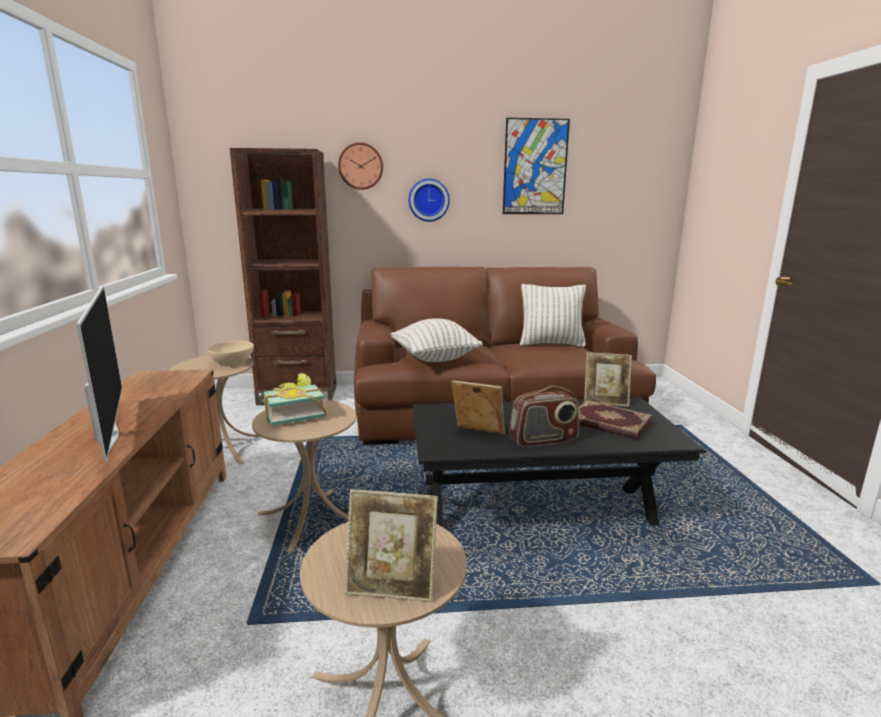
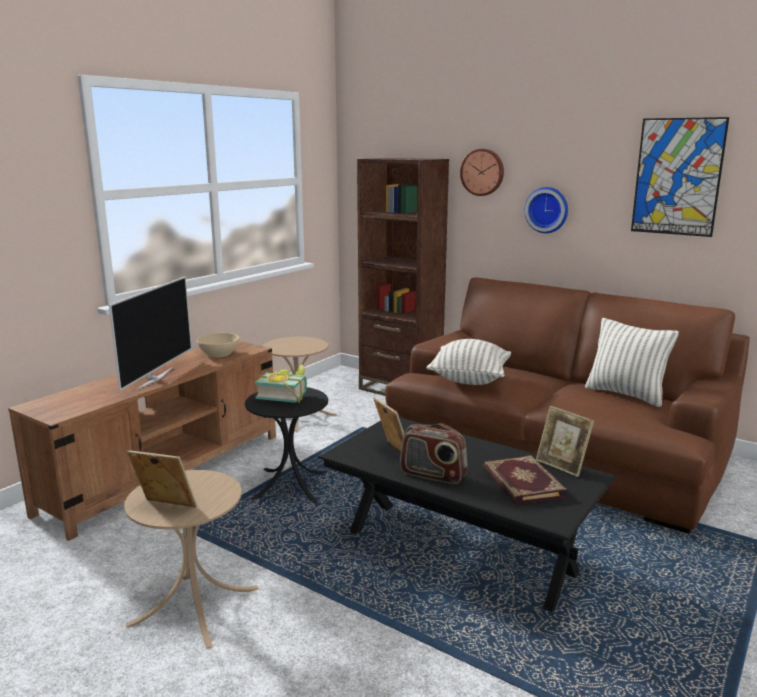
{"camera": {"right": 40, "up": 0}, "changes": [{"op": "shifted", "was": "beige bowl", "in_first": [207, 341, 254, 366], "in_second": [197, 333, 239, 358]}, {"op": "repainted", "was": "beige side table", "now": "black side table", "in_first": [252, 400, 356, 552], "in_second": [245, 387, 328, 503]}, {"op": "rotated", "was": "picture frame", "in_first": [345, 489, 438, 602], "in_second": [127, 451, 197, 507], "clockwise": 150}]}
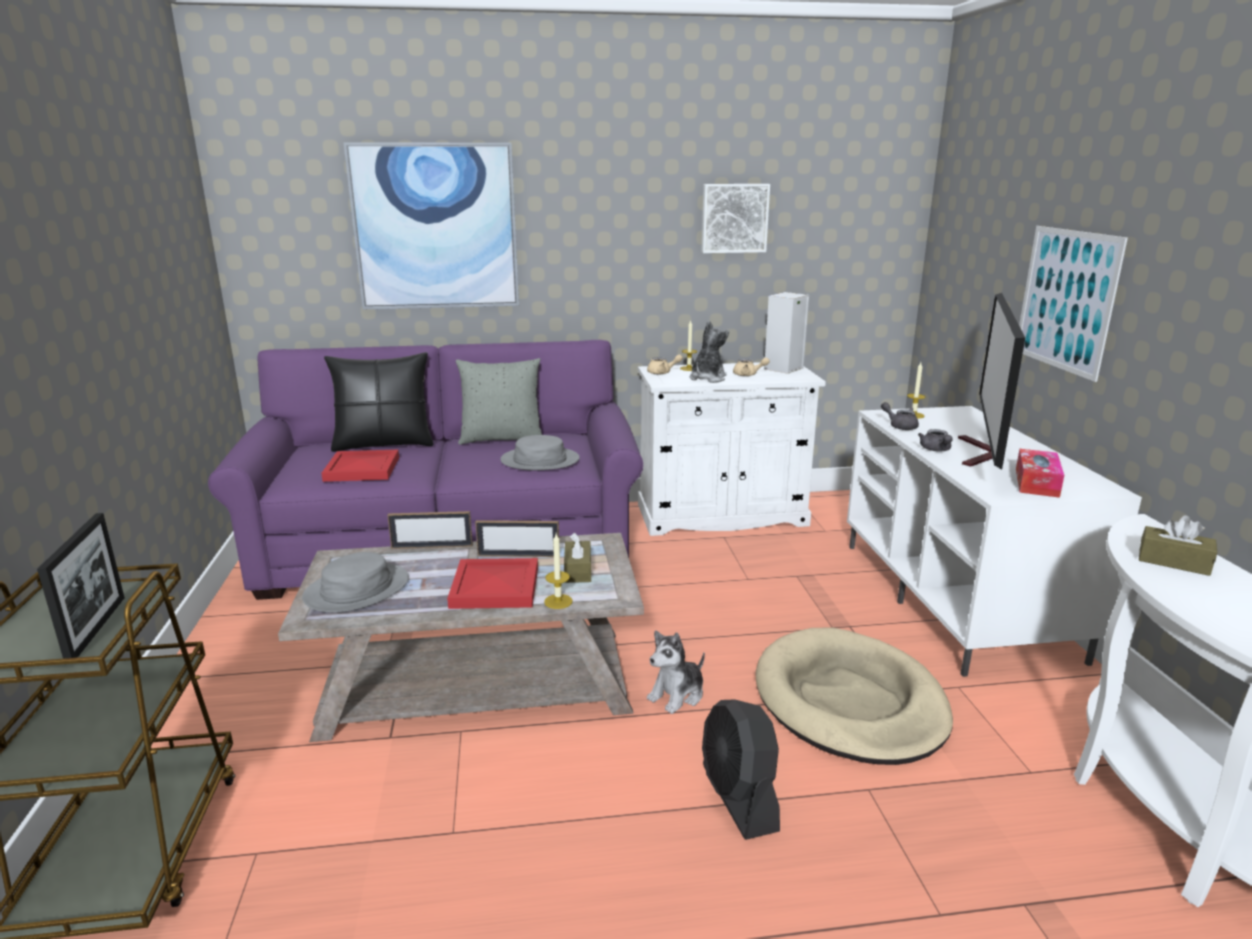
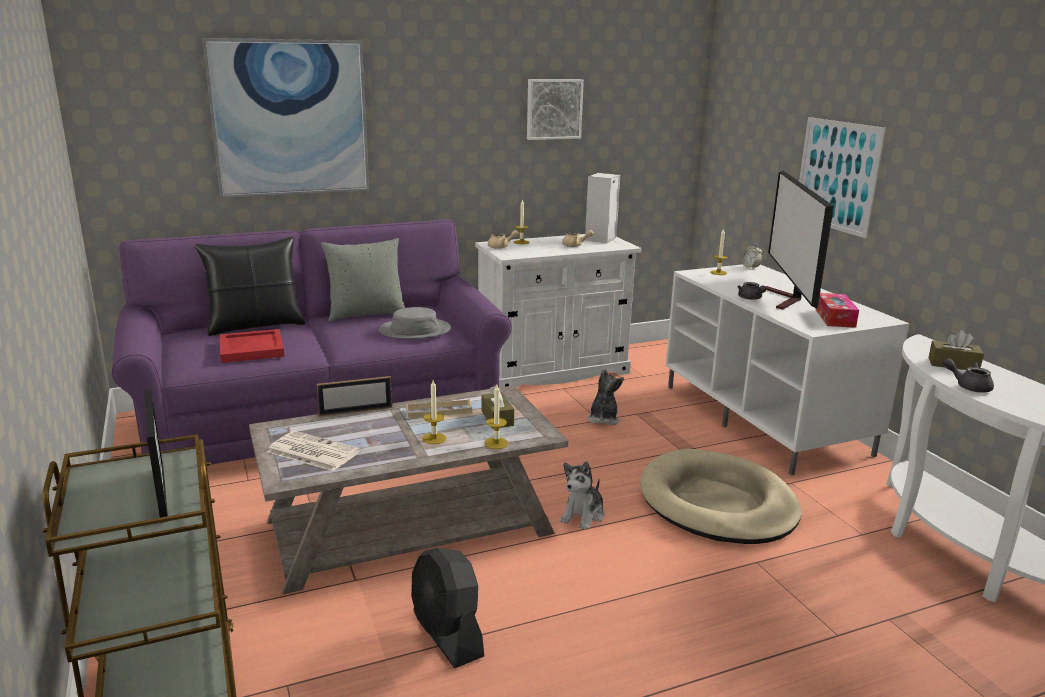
{"camera": {"right": -15, "up": 0}, "changes": [{"op": "new", "now": "alarm clock", "in_second": [742, 243, 762, 268]}, {"op": "shifted", "was": "plush toy", "in_first": [690, 321, 729, 383], "in_second": [587, 369, 624, 426]}, {"op": "shifted", "was": "black fan", "in_first": [702, 699, 780, 840], "in_second": [411, 548, 484, 668]}, {"op": "shifted", "was": "grey teapot", "in_first": [881, 402, 919, 430], "in_second": [943, 358, 994, 393]}, {"op": "swapped", "was": "grey hat", "now": "newspaper", "in_first": [302, 552, 409, 613], "in_second": [267, 431, 361, 471]}, {"op": "swapped", "was": "red tray", "now": "candle", "in_first": [447, 558, 538, 609], "in_second": [422, 380, 446, 444]}, {"op": "swapped", "was": "picture frame", "now": "beige tray", "in_first": [475, 520, 559, 557], "in_second": [406, 399, 472, 418]}]}
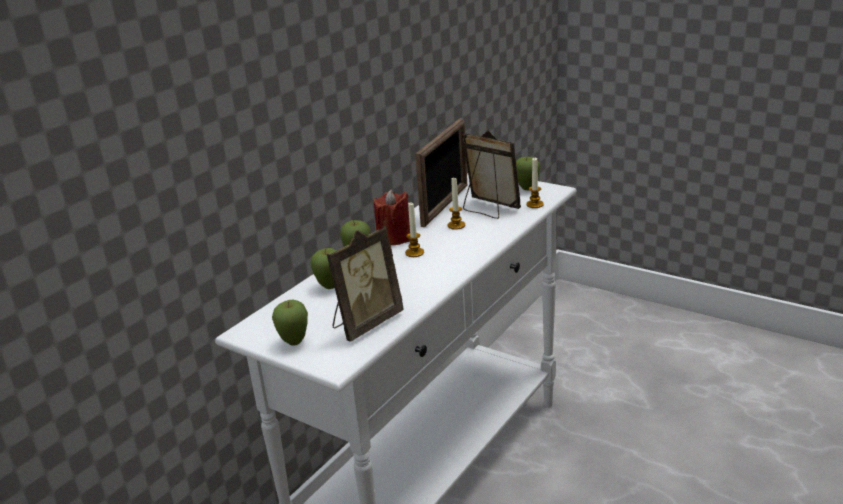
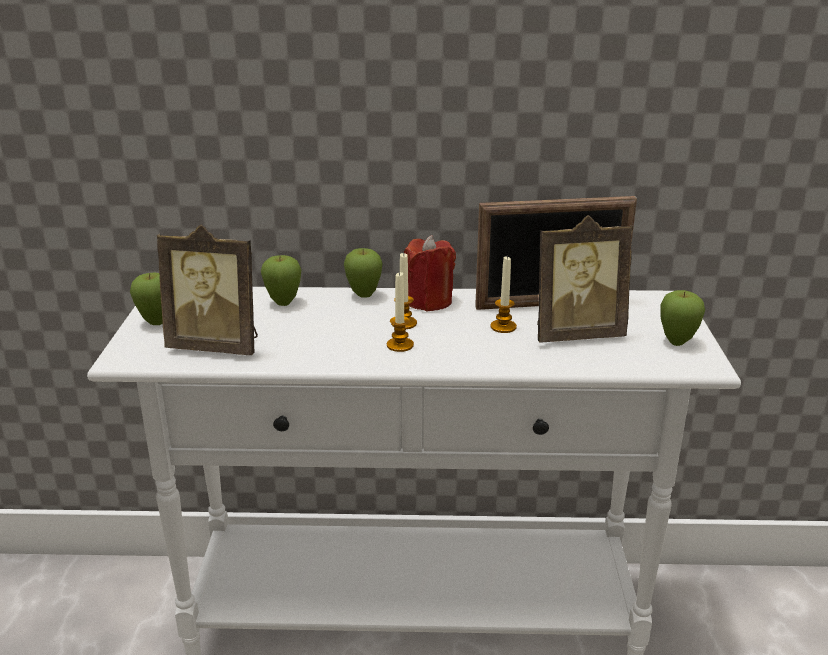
{"camera": {"right": 55, "up": 0}, "changes": [{"op": "shifted", "was": "candle", "in_first": [526, 158, 544, 208], "in_second": [387, 271, 414, 352]}, {"op": "rotated", "was": "picture frame", "in_first": [463, 131, 521, 219], "in_second": [537, 215, 633, 342], "clockwise": 75}]}
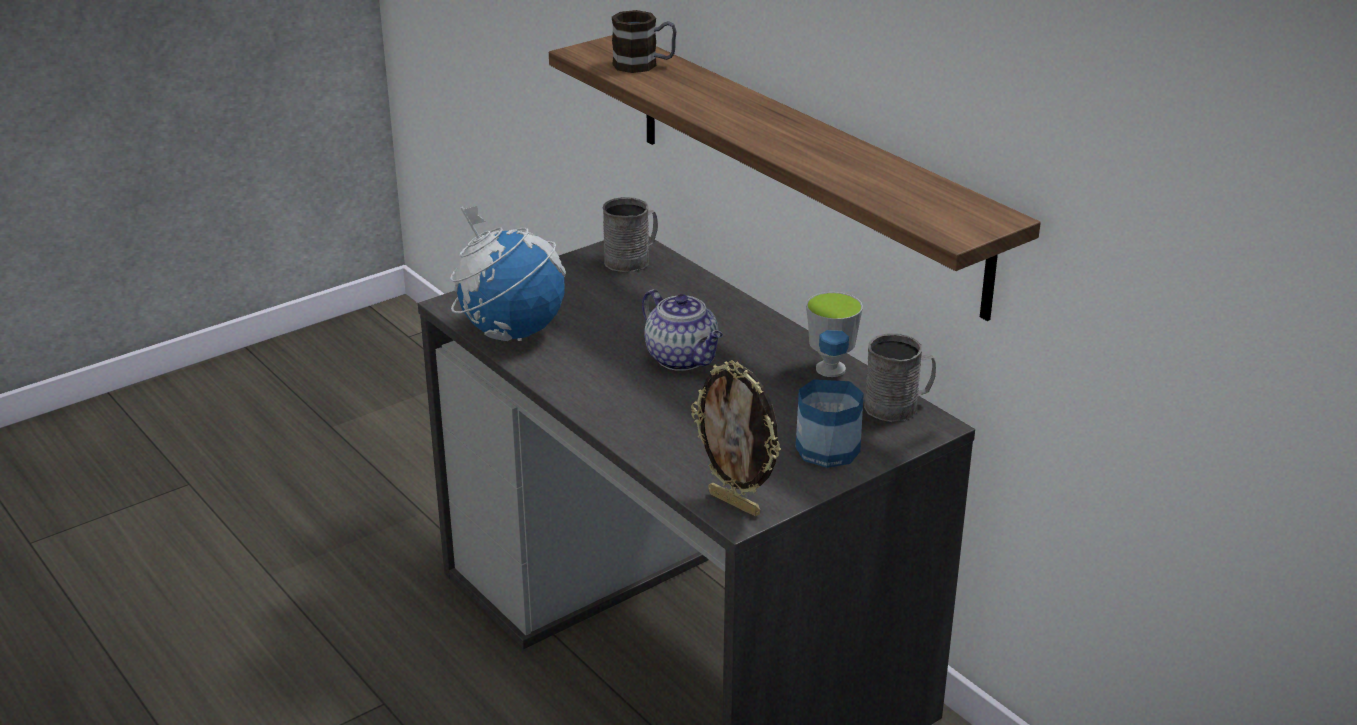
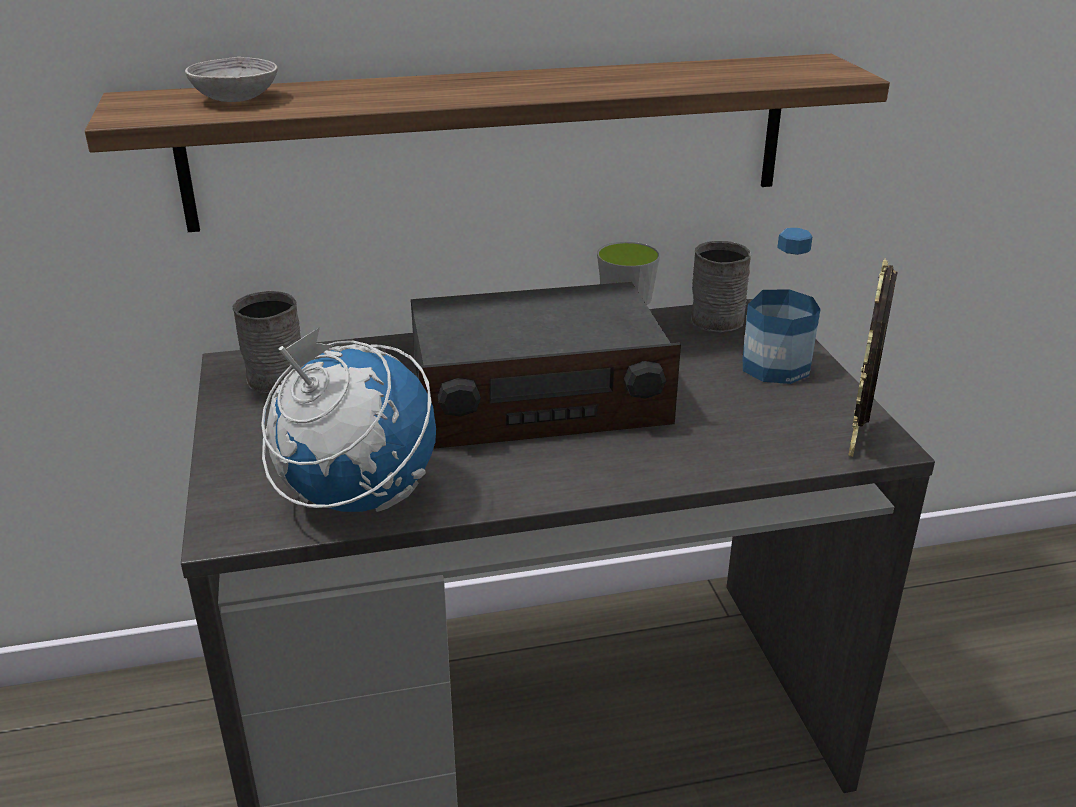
{"camera": {"right": -65, "up": 0}, "changes": [{"op": "swapped", "was": "mug", "now": "grey bowl", "in_first": [612, 10, 677, 73], "in_second": [185, 57, 278, 102]}, {"op": "swapped", "was": "teapot", "now": "radio", "in_first": [642, 289, 723, 371], "in_second": [411, 282, 681, 449]}, {"op": "rotated", "was": "picture frame", "in_first": [691, 360, 781, 516], "in_second": [848, 259, 898, 457], "clockwise": 135}]}
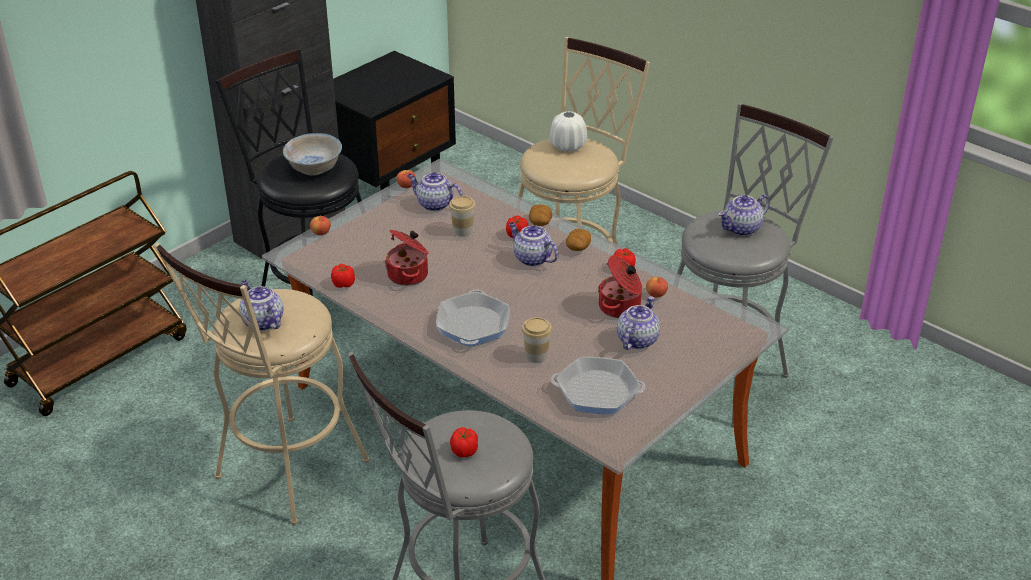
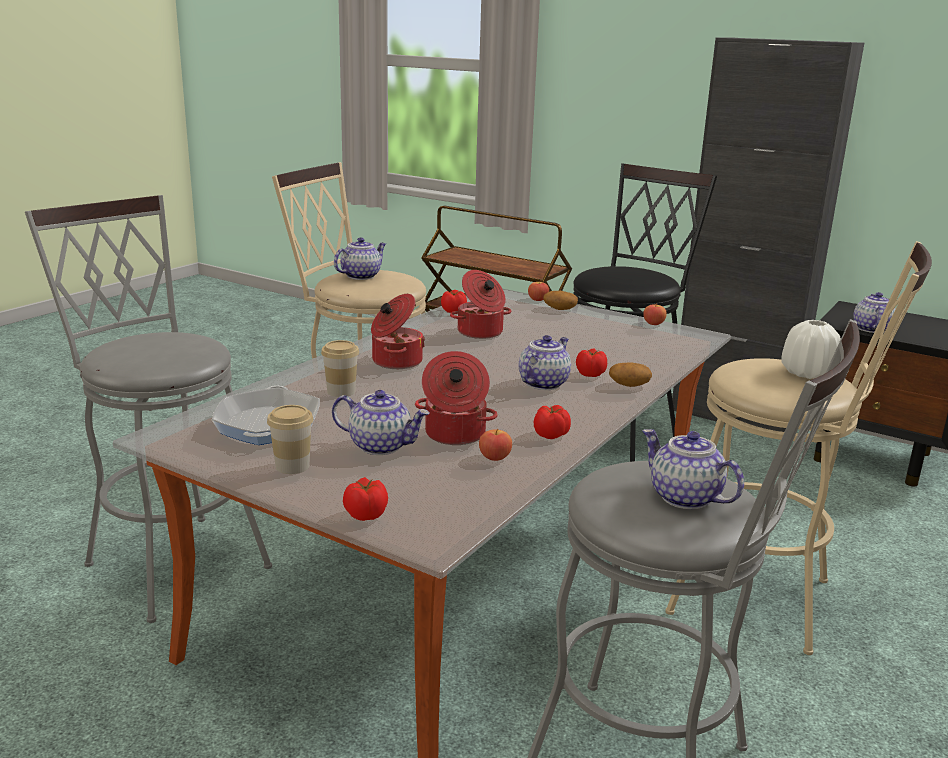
{"camera": {"right": 80, "up": -15}, "changes": [{"op": "gone", "was": "white bowl", "in_first": [283, 133, 342, 176]}, {"op": "shifted", "was": "teapot", "in_first": [407, 172, 462, 211], "in_second": [853, 292, 895, 333]}, {"op": "shifted", "was": "cup", "in_first": [449, 196, 476, 236], "in_second": [267, 405, 313, 474]}, {"op": "shifted", "was": "tomato", "in_first": [450, 427, 478, 458], "in_second": [343, 477, 388, 521]}, {"op": "shifted", "was": "potato", "in_first": [566, 229, 591, 251], "in_second": [543, 291, 578, 310]}, {"op": "swapped", "was": "frying pan", "now": "cooking pot", "in_first": [436, 290, 510, 347], "in_second": [371, 294, 425, 369]}]}
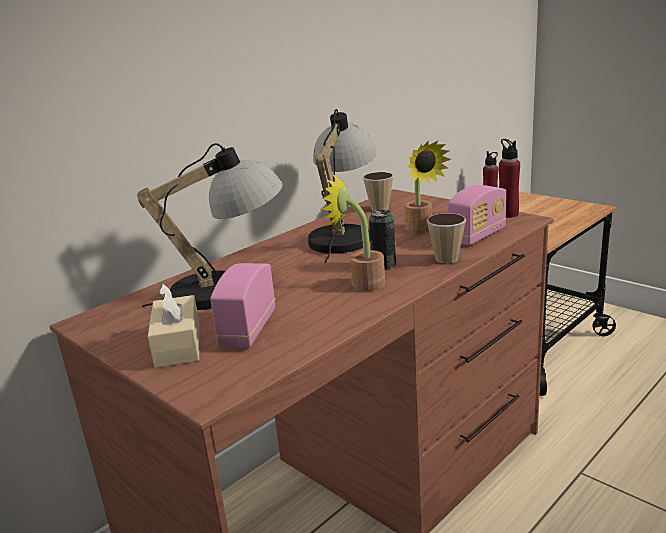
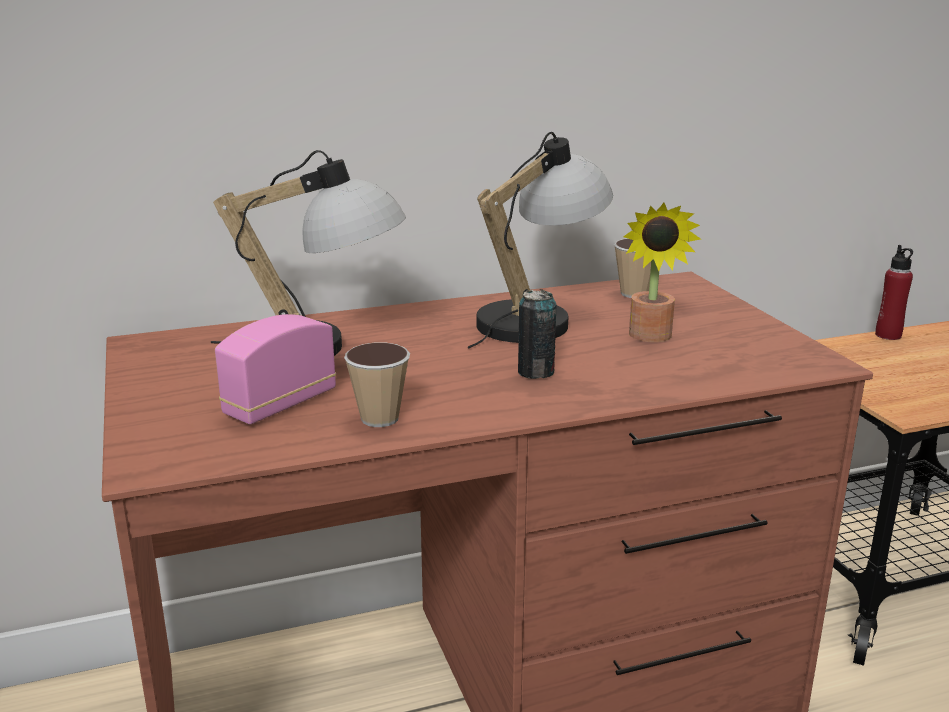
{"camera": {"right": 25, "up": 0}, "changes": [{"op": "gone", "was": "beige tissue box", "in_first": [148, 283, 199, 368]}, {"op": "gone", "was": "potted plant", "in_first": [322, 174, 385, 291]}, {"op": "gone", "was": "radio", "in_first": [448, 185, 506, 245]}, {"op": "gone", "was": "red bottle", "in_first": [499, 139, 520, 218]}, {"op": "shifted", "was": "cup", "in_first": [427, 213, 466, 264], "in_second": [344, 343, 410, 427]}]}
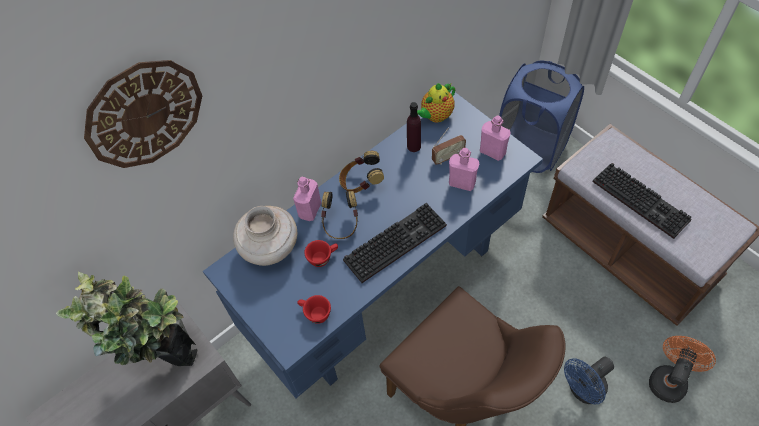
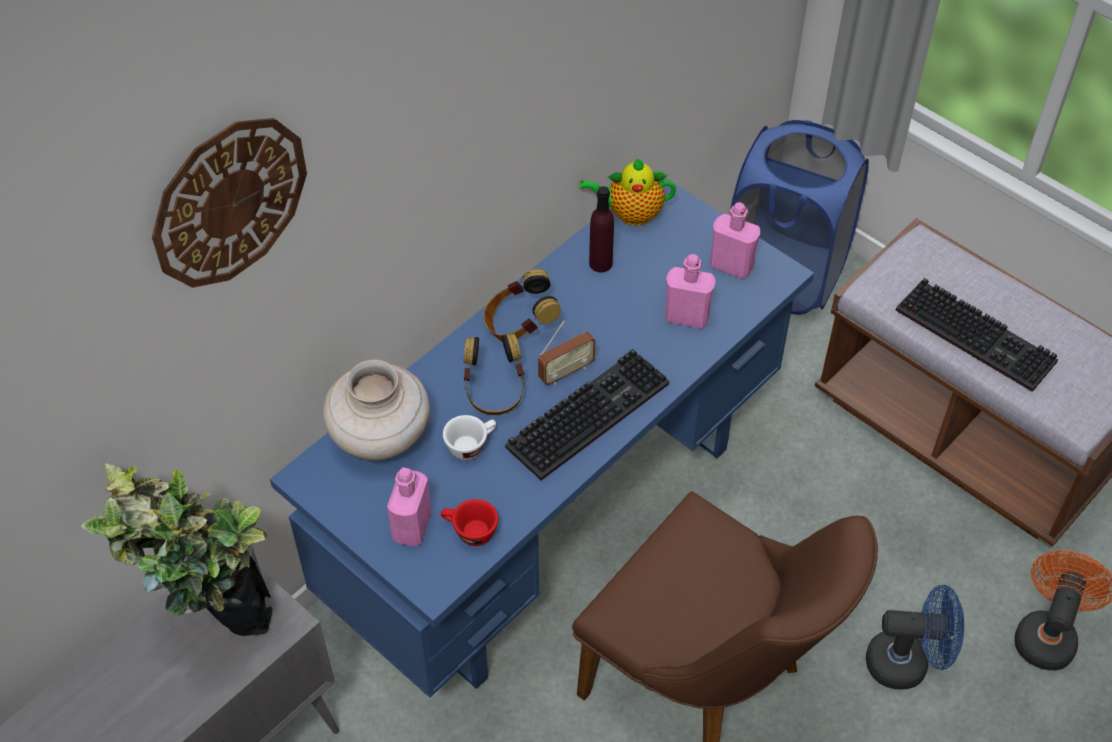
{"camera": {"right": -10, "up": -5}, "changes": [{"op": "shifted", "was": "pink bottle", "in_first": [293, 177, 321, 221], "in_second": [387, 467, 431, 546]}, {"op": "shifted", "was": "radio", "in_first": [432, 128, 466, 165], "in_second": [538, 320, 596, 385]}, {"op": "repainted", "was": "red cup", "now": "white cup", "in_first": [304, 240, 338, 267], "in_second": [443, 415, 496, 460]}, {"op": "rotated", "was": "teapot", "in_first": [417, 83, 455, 122], "in_second": [579, 158, 676, 226], "clockwise": 45}, {"op": "rotated", "was": "blue fan", "in_first": [564, 357, 614, 404], "in_second": [866, 585, 964, 689], "clockwise": -135}]}
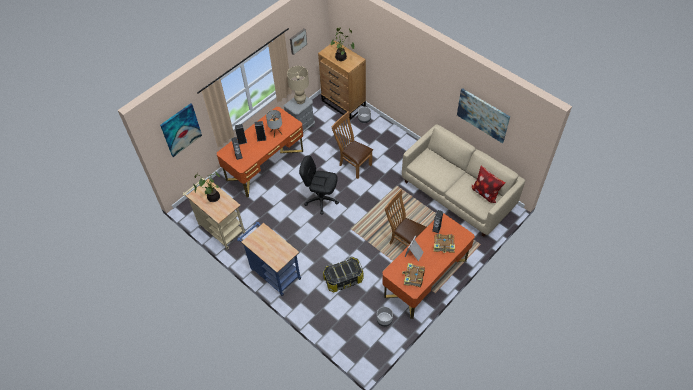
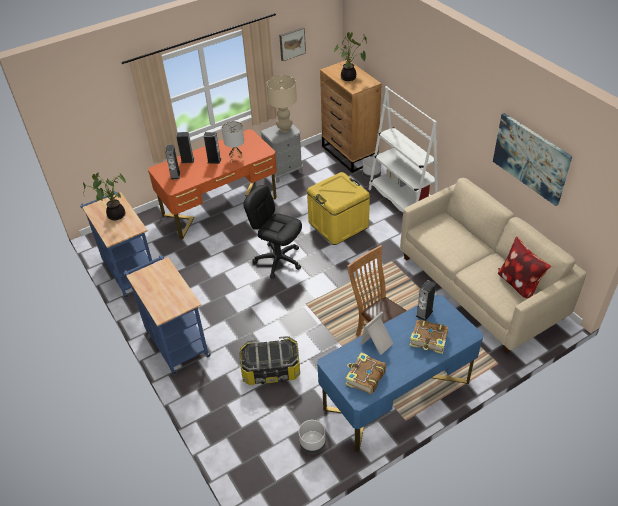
{"camera": {"right": 15, "up": -10}, "changes": [{"op": "gone", "was": "picture", "in_first": [160, 103, 202, 157]}, {"op": "new", "now": "white bookcase", "in_second": [369, 86, 438, 212]}, {"op": "swapped", "was": "brown chair", "now": "yellow storage box", "in_first": [332, 111, 373, 179], "in_second": [307, 172, 370, 245]}, {"op": "repainted", "was": "beige cart", "now": "blue cart", "in_first": [182, 178, 245, 249], "in_second": [80, 192, 153, 298]}, {"op": "repainted", "was": "orange desk", "now": "blue desk", "in_first": [382, 213, 475, 319], "in_second": [317, 295, 483, 452]}]}
